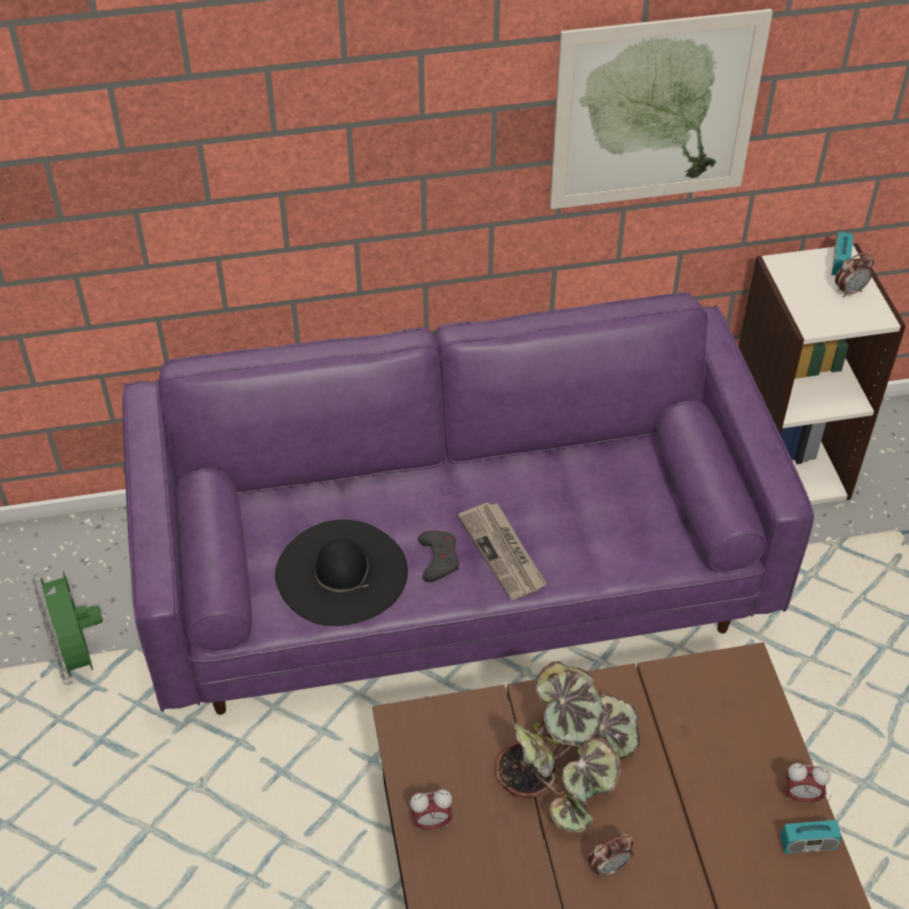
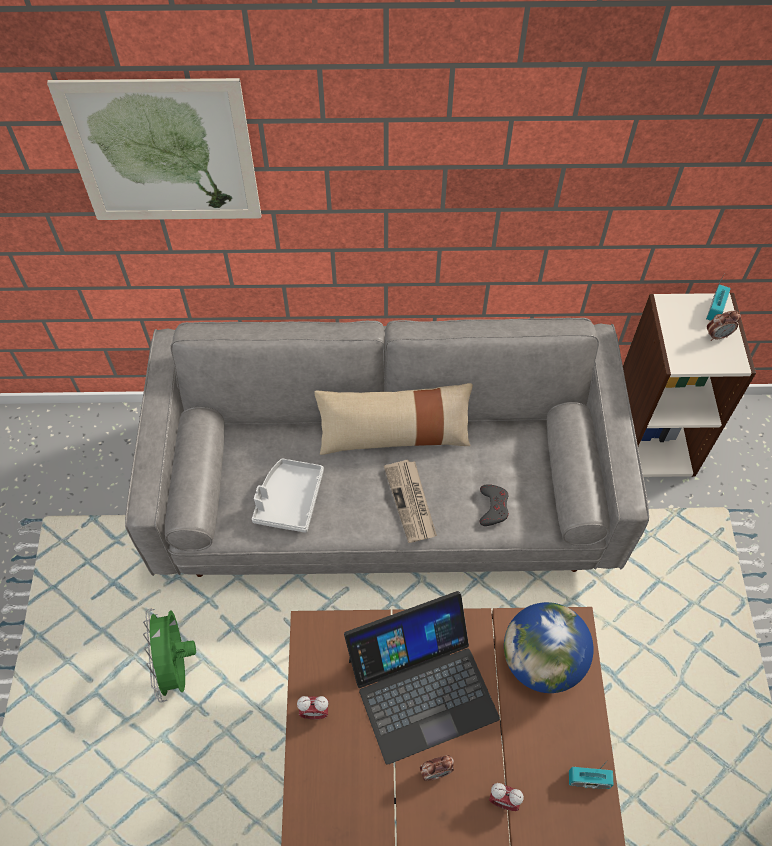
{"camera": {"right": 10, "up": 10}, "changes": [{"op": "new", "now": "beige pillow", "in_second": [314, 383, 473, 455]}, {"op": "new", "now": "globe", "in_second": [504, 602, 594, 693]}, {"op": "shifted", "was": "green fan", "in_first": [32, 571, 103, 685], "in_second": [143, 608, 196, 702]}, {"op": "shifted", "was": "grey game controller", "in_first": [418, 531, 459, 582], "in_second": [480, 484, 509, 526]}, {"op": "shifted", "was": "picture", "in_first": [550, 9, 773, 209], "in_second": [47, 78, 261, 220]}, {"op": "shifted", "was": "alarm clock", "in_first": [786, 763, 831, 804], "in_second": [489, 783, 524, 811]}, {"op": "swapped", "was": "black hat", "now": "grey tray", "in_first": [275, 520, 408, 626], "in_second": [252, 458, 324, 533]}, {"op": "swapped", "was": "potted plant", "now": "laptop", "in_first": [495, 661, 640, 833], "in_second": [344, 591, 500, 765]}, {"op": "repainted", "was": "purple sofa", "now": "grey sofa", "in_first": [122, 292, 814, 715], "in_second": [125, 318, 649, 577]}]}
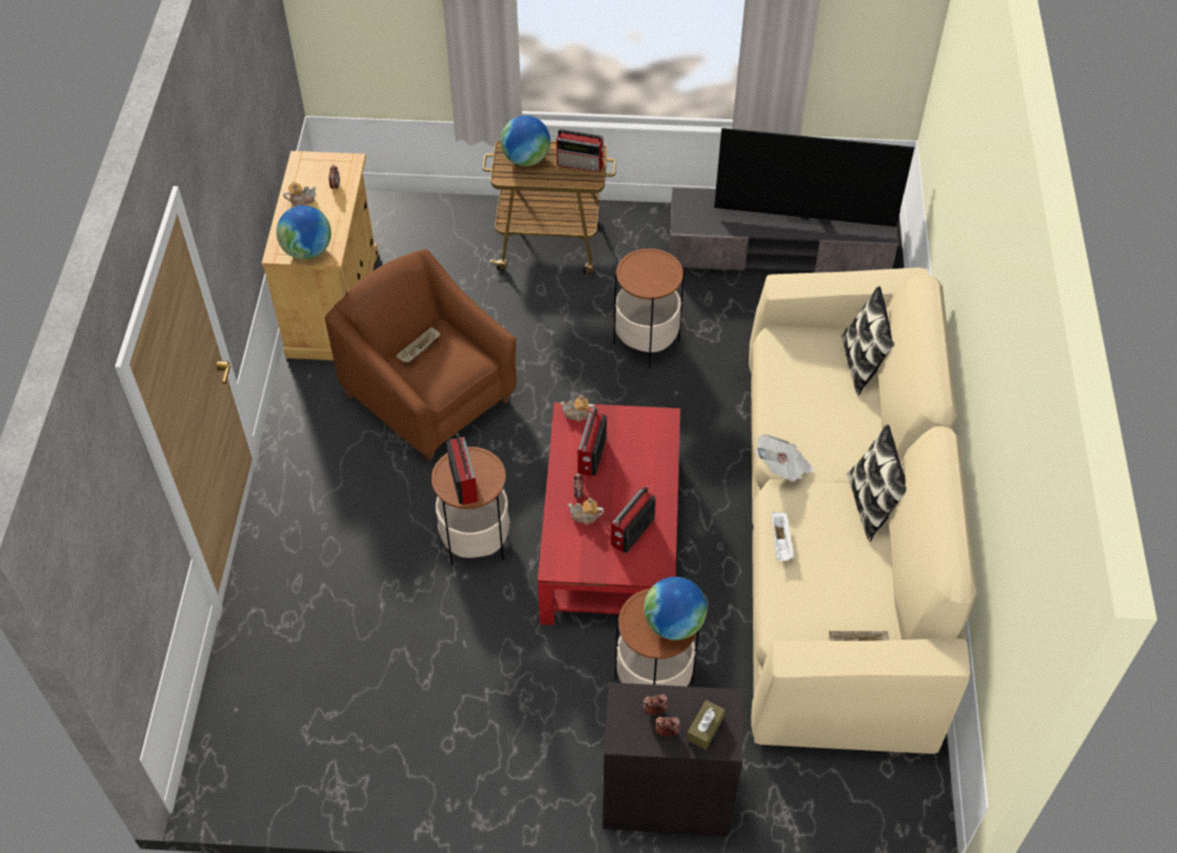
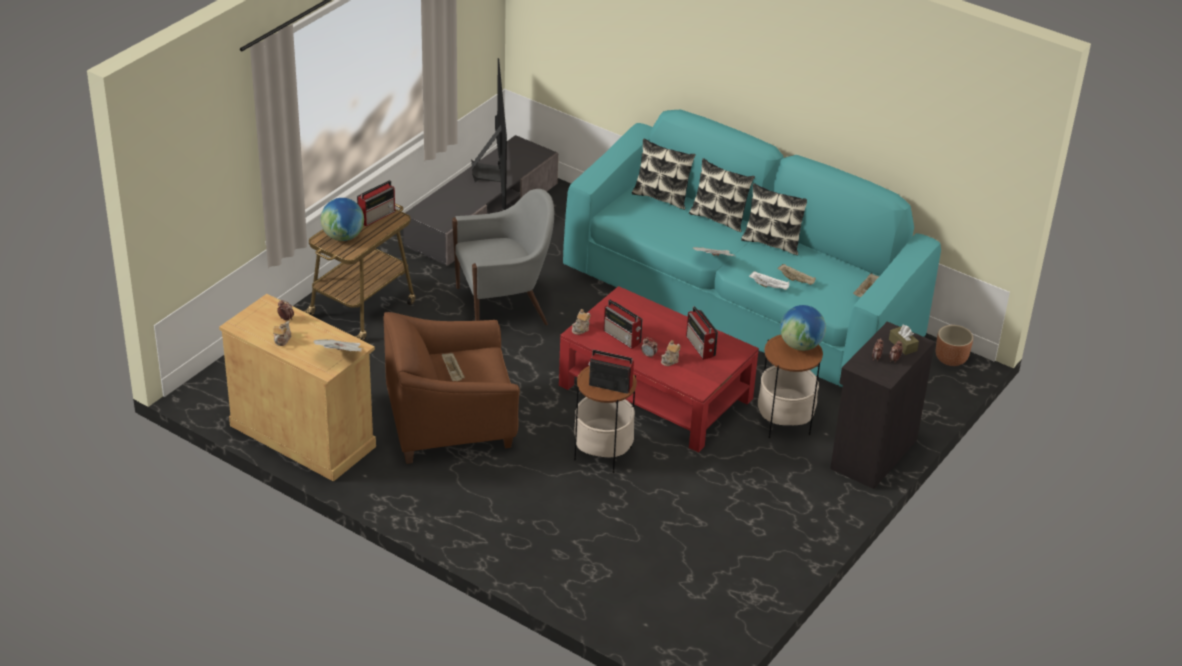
{"camera": {"right": -60, "up": -15}, "changes": [{"op": "new", "now": "pillow", "in_second": [689, 158, 755, 232]}, {"op": "new", "now": "beige tray", "in_second": [777, 264, 816, 285]}, {"op": "new", "now": "brown planter", "in_second": [936, 325, 973, 366]}, {"op": "swapped", "was": "globe", "now": "newspaper", "in_first": [276, 205, 331, 260], "in_second": [313, 339, 362, 351]}, {"op": "swapped", "was": "side table", "now": "grey armchair", "in_first": [613, 247, 685, 368], "in_second": [452, 189, 554, 325]}, {"op": "repainted", "was": "beige sofa", "now": "turquoise sofa", "in_first": [749, 267, 977, 754], "in_second": [563, 110, 941, 387]}, {"op": "rotated", "was": "television", "in_first": [714, 128, 914, 227], "in_second": [471, 58, 507, 210], "clockwise": -45}]}
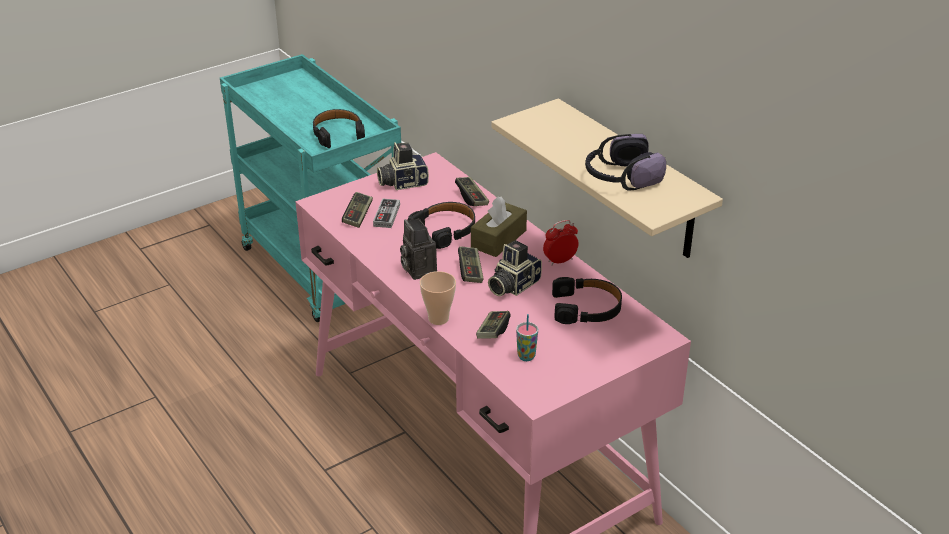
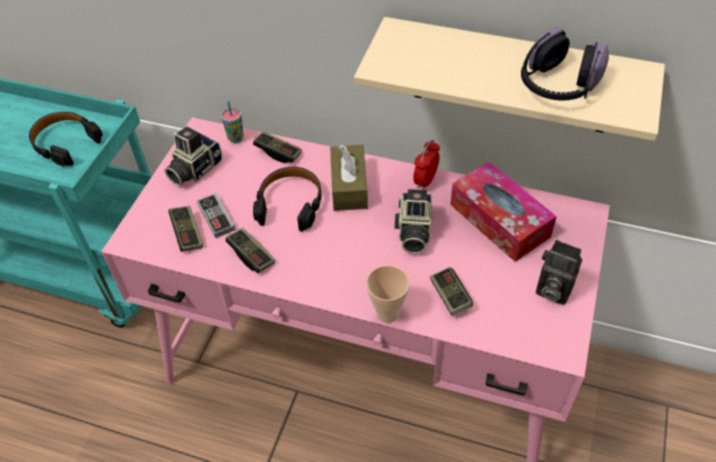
{"camera": {"right": -35, "up": 15}, "changes": [{"op": "shifted", "was": "photo camera", "in_first": [400, 218, 437, 280], "in_second": [536, 240, 582, 305]}, {"op": "shifted", "was": "game controller", "in_first": [458, 246, 484, 283], "in_second": [226, 228, 275, 273]}, {"op": "shifted", "was": "cup", "in_first": [516, 314, 538, 361], "in_second": [221, 101, 244, 143]}, {"op": "swapped", "was": "black headphones", "now": "tissue box", "in_first": [552, 277, 622, 324], "in_second": [450, 162, 557, 262]}]}
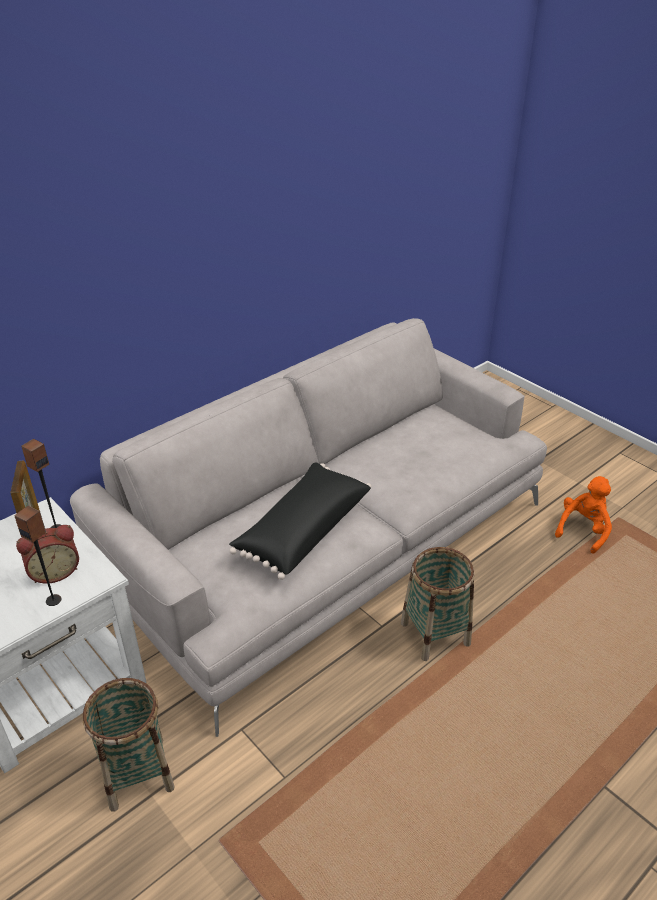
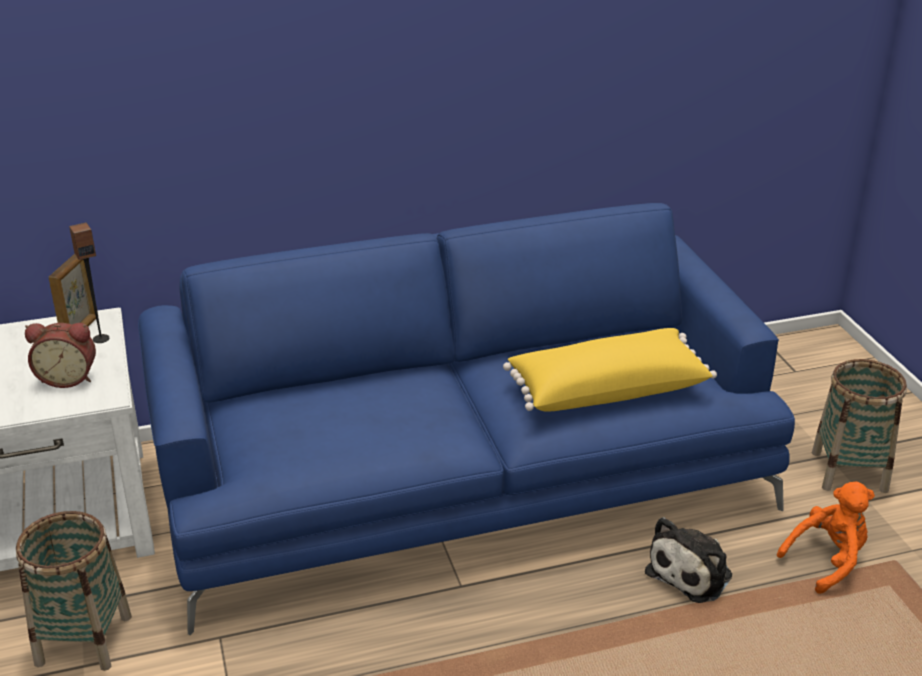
{"camera": {"right": 25, "up": -5}, "changes": [{"op": "gone", "was": "speaker", "in_first": [14, 505, 62, 606]}, {"op": "gone", "was": "black pillow", "in_first": [229, 463, 371, 580]}, {"op": "new", "now": "yellow pillow", "in_second": [503, 328, 717, 412]}, {"op": "new", "now": "plush toy", "in_second": [645, 517, 732, 603]}, {"op": "shifted", "was": "basket", "in_first": [401, 547, 474, 661], "in_second": [812, 359, 907, 493]}, {"op": "repainted", "was": "grey sofa", "now": "blue sofa", "in_first": [70, 318, 547, 737], "in_second": [138, 203, 795, 635]}]}
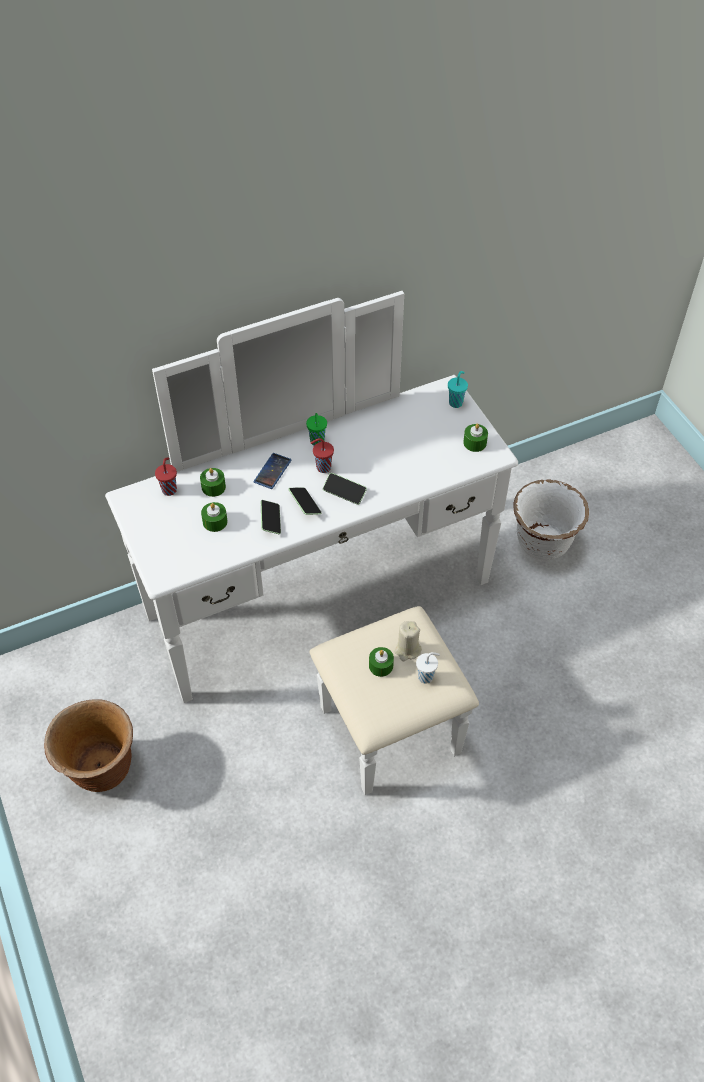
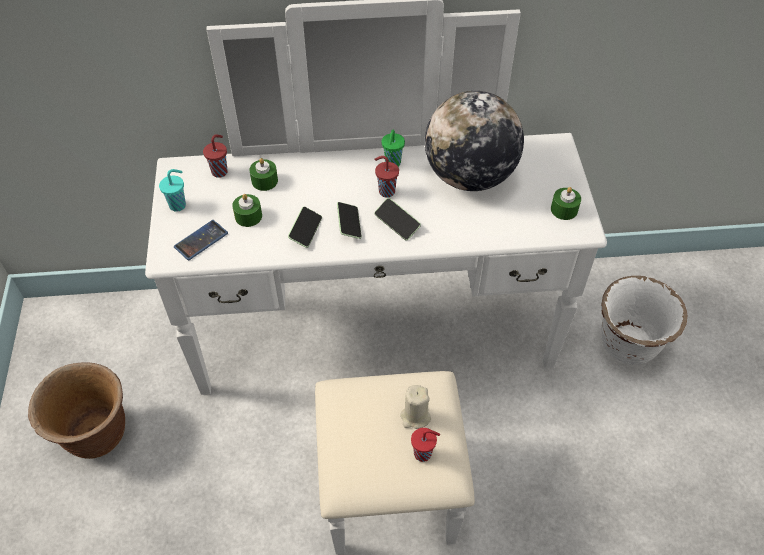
{"camera": {"right": 20, "up": 0}, "changes": [{"op": "gone", "was": "green candle", "in_first": [369, 647, 394, 677]}, {"op": "new", "now": "globe", "in_second": [425, 91, 524, 191]}, {"op": "shifted", "was": "phone", "in_first": [254, 453, 291, 489], "in_second": [174, 220, 228, 260]}, {"op": "shifted", "was": "turquoise cup", "in_first": [448, 371, 468, 408], "in_second": [159, 169, 186, 212]}, {"op": "repainted", "was": "white cup", "now": "red cup", "in_first": [416, 652, 440, 684], "in_second": [411, 428, 440, 462]}]}
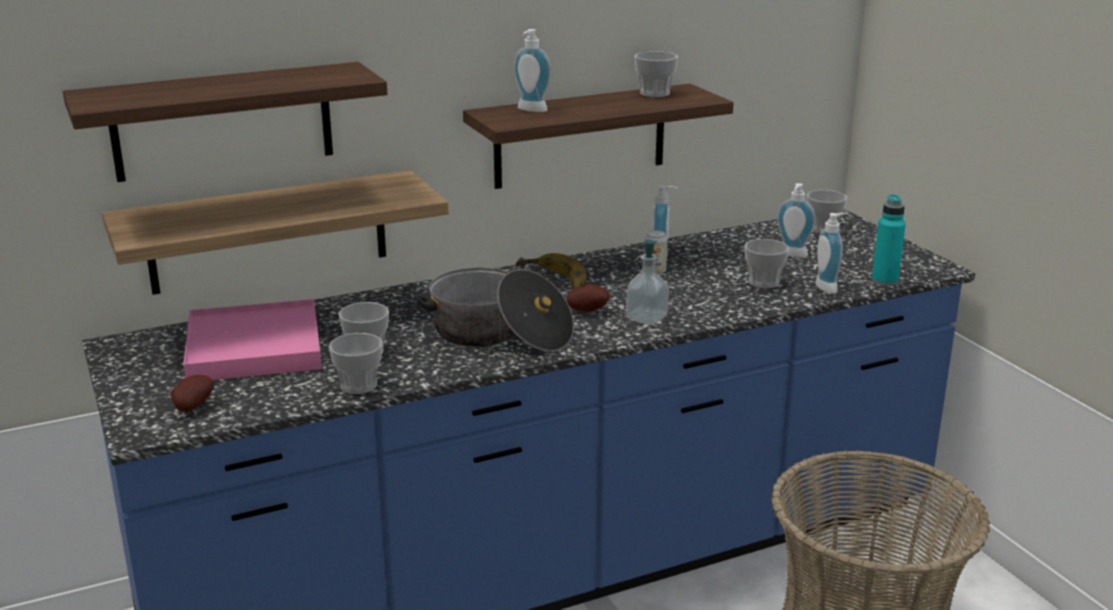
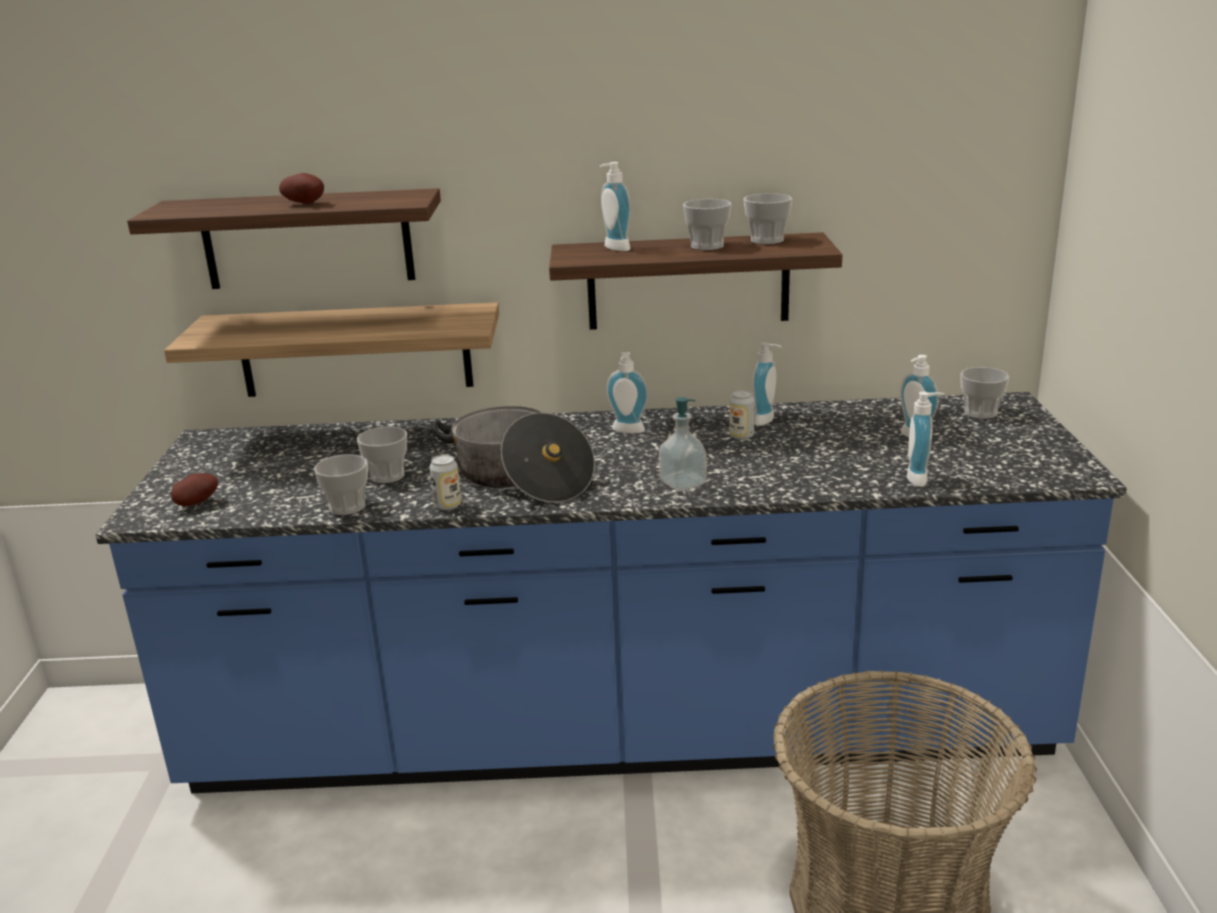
{"camera": {"right": 25, "up": 0}, "changes": [{"op": "gone", "was": "pink tray", "in_first": [183, 299, 322, 380]}, {"op": "gone", "was": "turquoise bottle", "in_first": [872, 194, 906, 286]}, {"op": "new", "now": "can", "in_second": [430, 455, 461, 510]}, {"op": "shifted", "was": "potato", "in_first": [567, 284, 610, 312], "in_second": [279, 173, 324, 204]}, {"op": "shifted", "was": "cup", "in_first": [744, 239, 789, 289], "in_second": [683, 199, 731, 250]}, {"op": "swapped", "was": "banana", "now": "soap dispenser", "in_first": [516, 253, 587, 289], "in_second": [606, 352, 648, 433]}]}
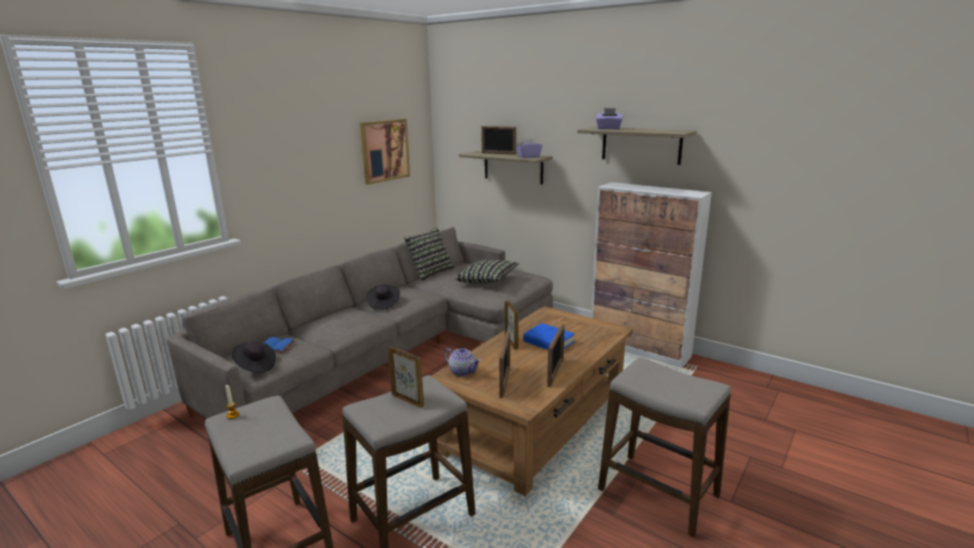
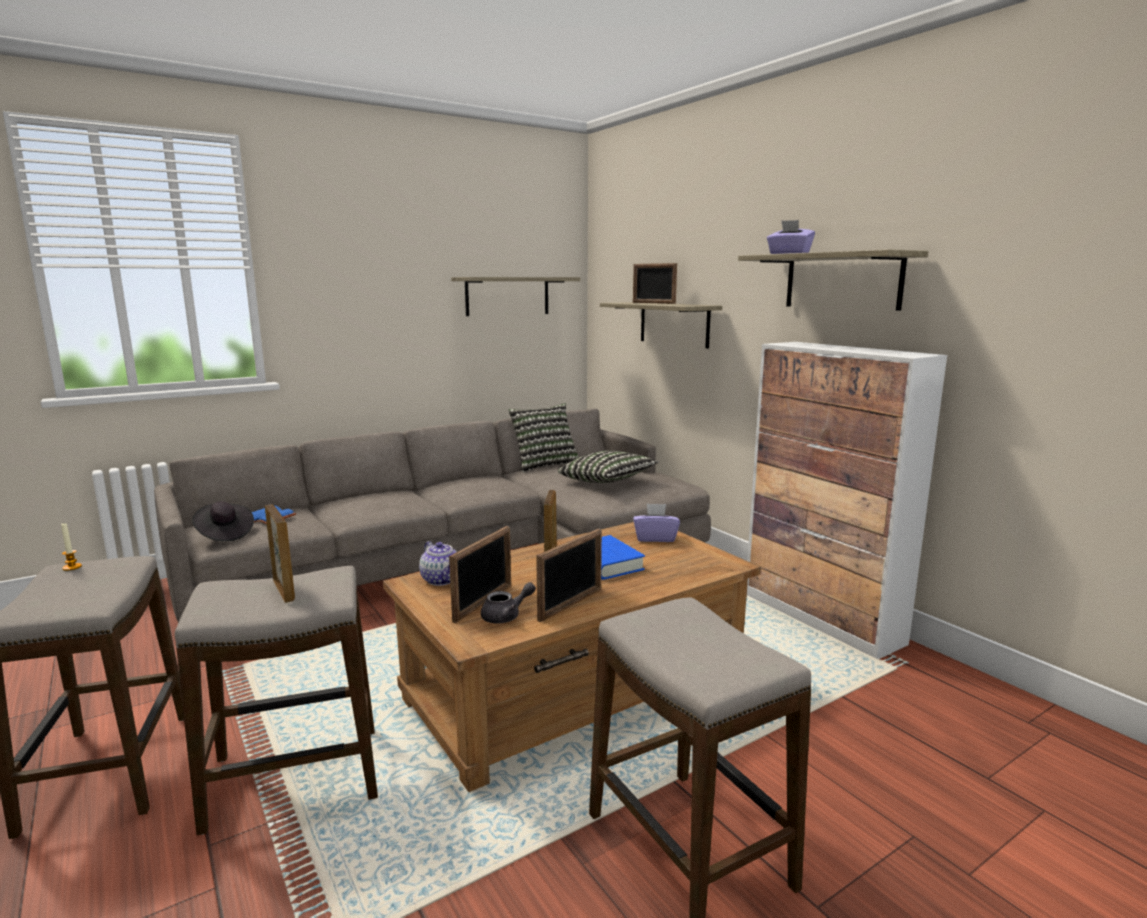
{"camera": {"right": 20, "up": -5}, "changes": [{"op": "gone", "was": "black hat", "in_first": [366, 284, 400, 310]}, {"op": "new", "now": "grey teapot", "in_second": [481, 582, 536, 624]}, {"op": "shifted", "was": "purple tissue box", "in_first": [516, 138, 542, 158], "in_second": [633, 504, 680, 542]}, {"op": "swapped", "was": "picture", "now": "shelf", "in_first": [360, 119, 410, 185], "in_second": [451, 277, 581, 316]}]}
